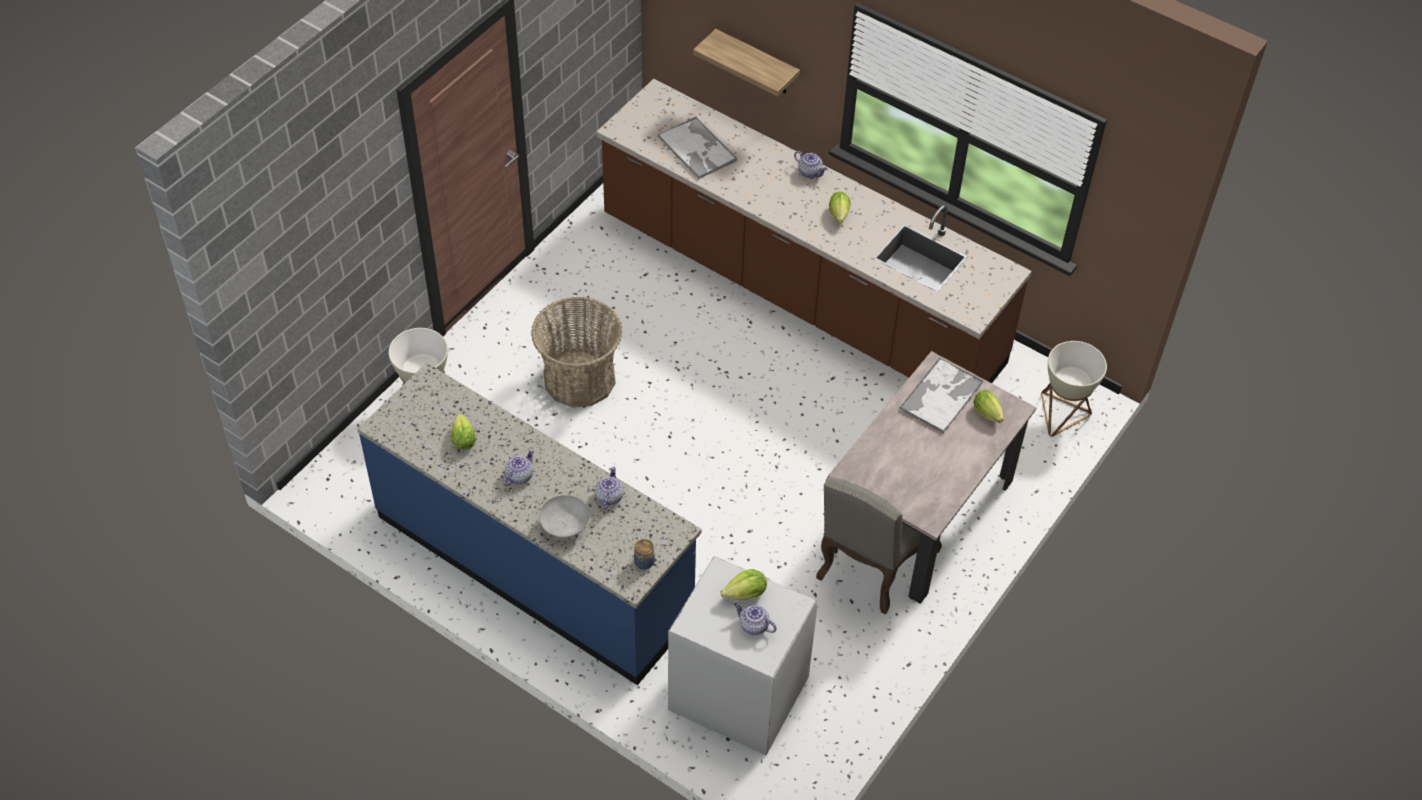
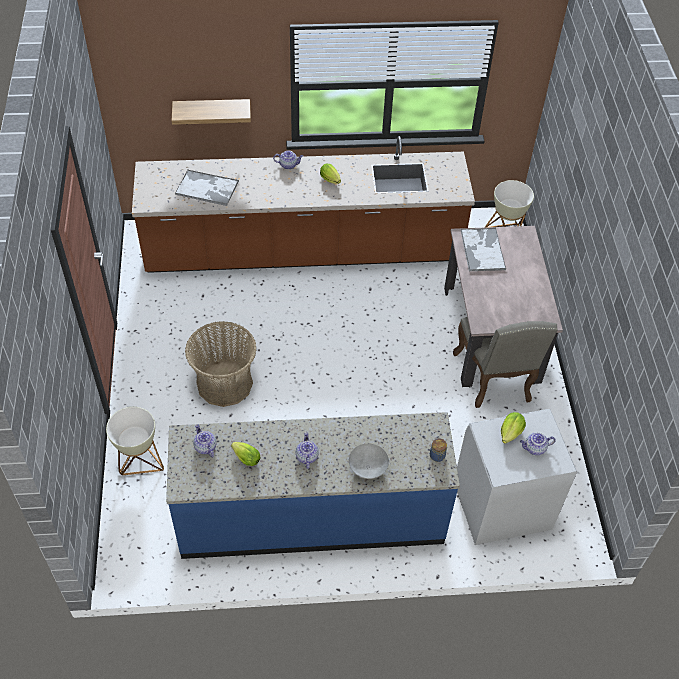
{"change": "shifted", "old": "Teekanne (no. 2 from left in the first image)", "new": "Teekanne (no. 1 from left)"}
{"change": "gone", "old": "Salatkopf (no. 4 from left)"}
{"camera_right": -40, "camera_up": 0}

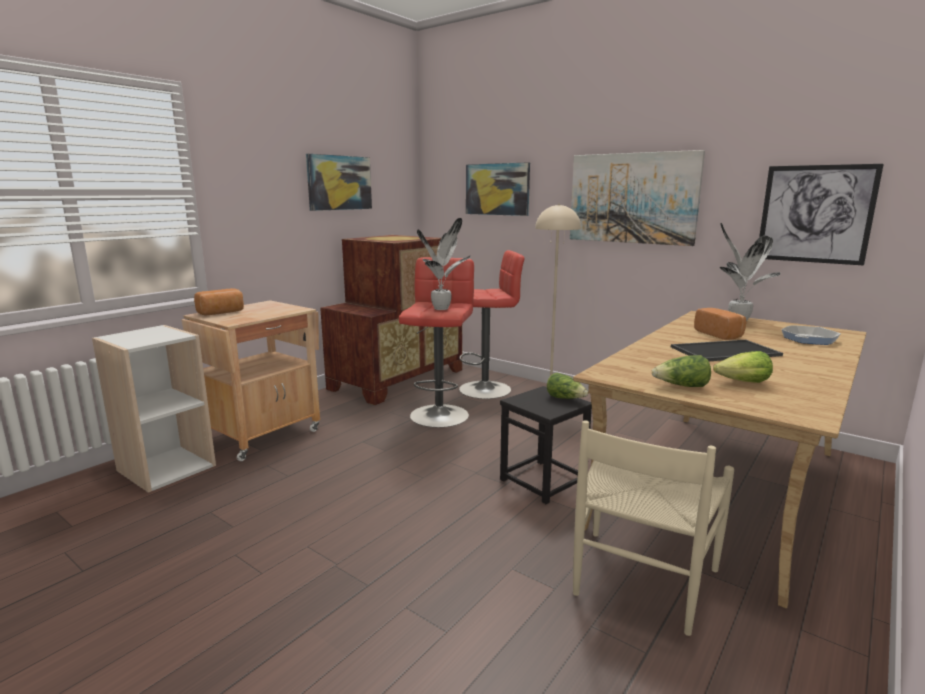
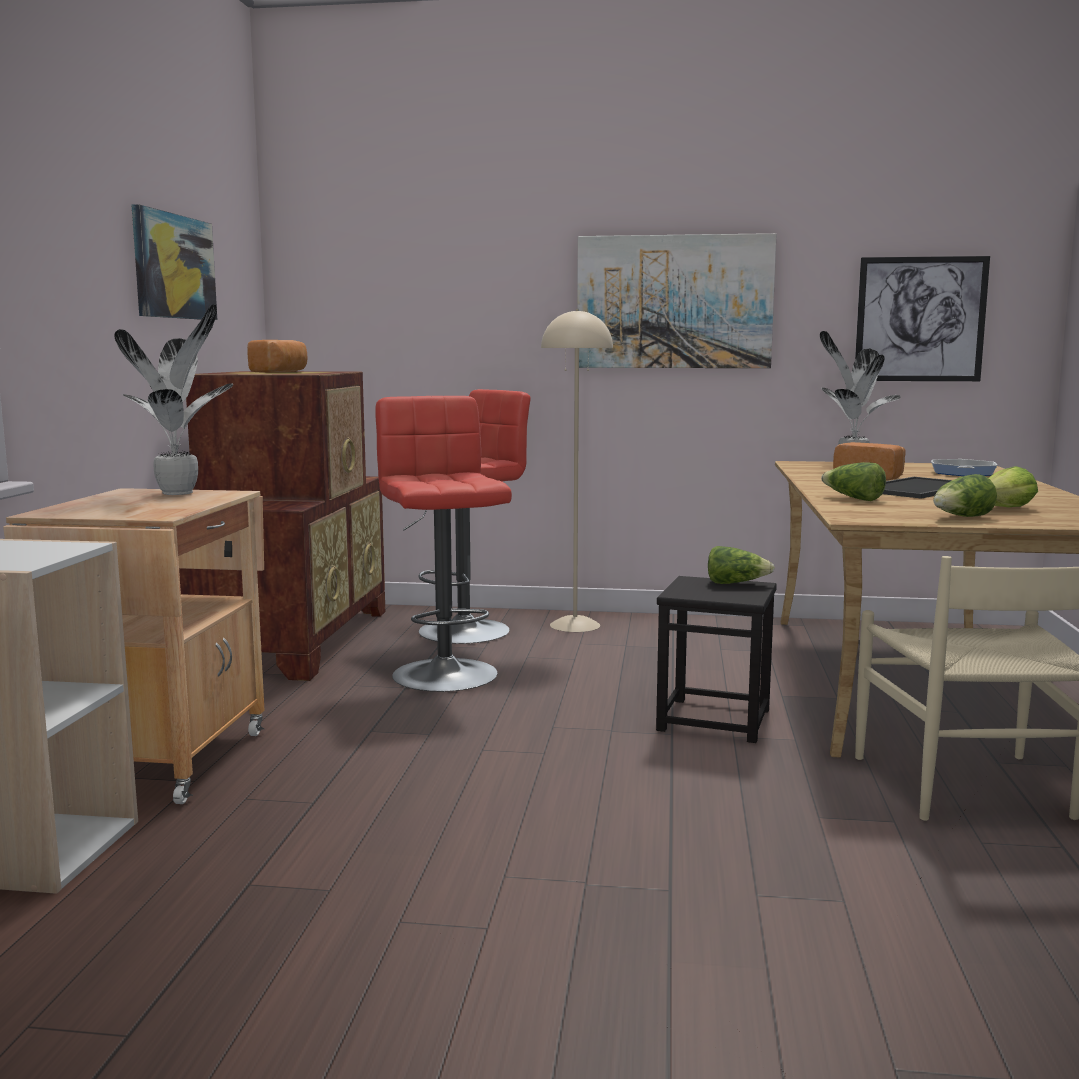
{"change": "shifted", "old": "Topfpflanze (no. 1 from left)"}
{"change": "shifted", "old": "Brot (no. 1 from left)"}
{"change": "new", "new": "Salatkopf (no. 2 from left)"}
{"change": "gone", "old": "Bild (no. 2 from left)"}
{"camera_right": -30, "camera_up": -5}

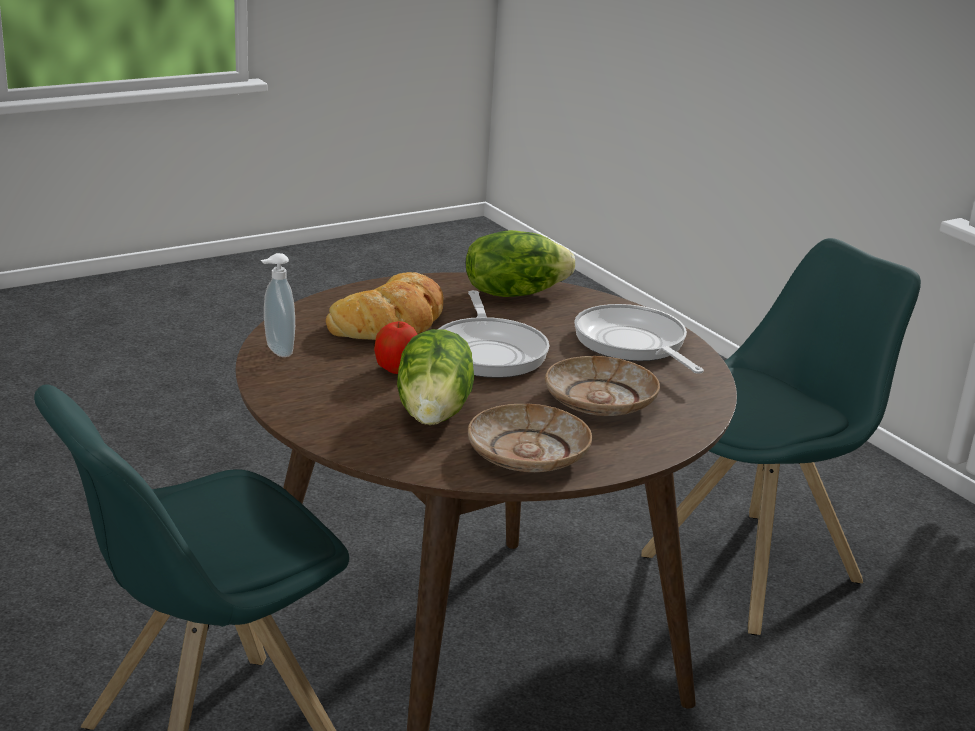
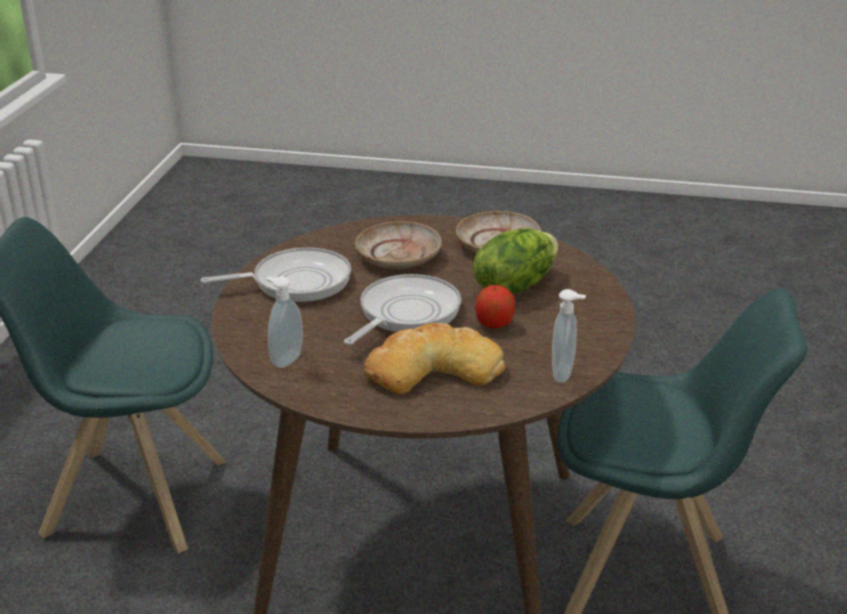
{"change": "rotated", "old": "Pfanne (no. 2 from left in the first image)", "degrees": -120}
{"change": "swapped", "old": "Salatkopf (no. 2 from left)", "new": "Seifenspender (no. 1 from left)"}
{"camera_right": -135, "camera_up": 5}

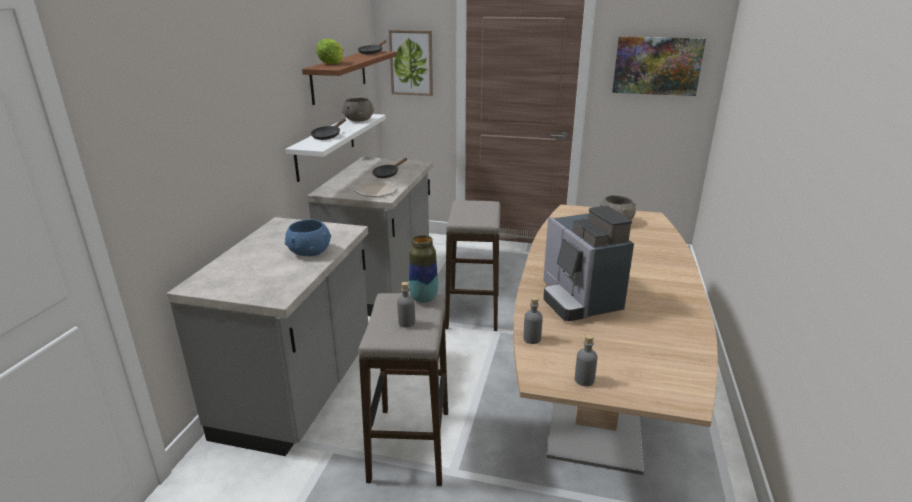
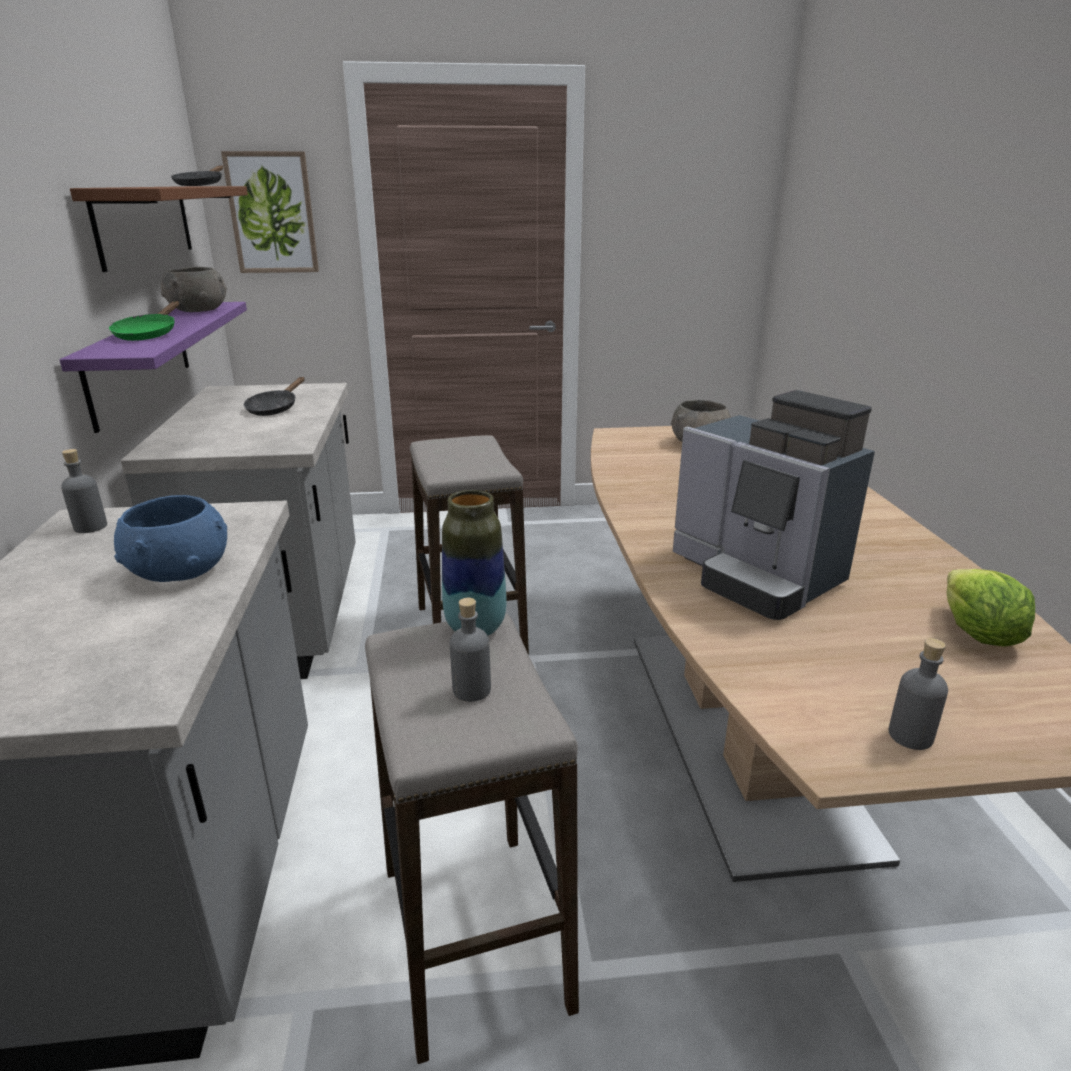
{"change": "repainted", "old": "Wandregal/weiß", "new": "Wandregal/lila"}
{"change": "shifted", "old": "Flasche/grau (no. 2 from left in the first image)", "new": "Flasche/grau (no. 1 from left)"}
{"change": "repainted", "old": "Pfanne/schwarz (no. 1 from left)", "new": "Pfanne/grün"}
{"change": "shifted", "old": "Salatkopf"}
{"change": "gone", "old": "Teller"}
{"change": "gone", "old": "Bild (no. 2 from left)"}
{"camera_right": -20, "camera_up": 0}

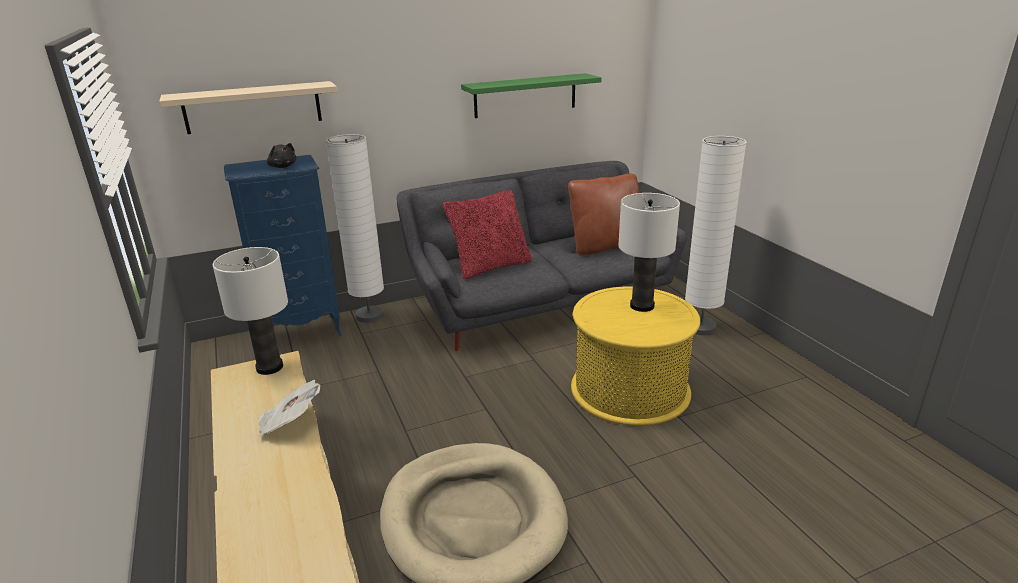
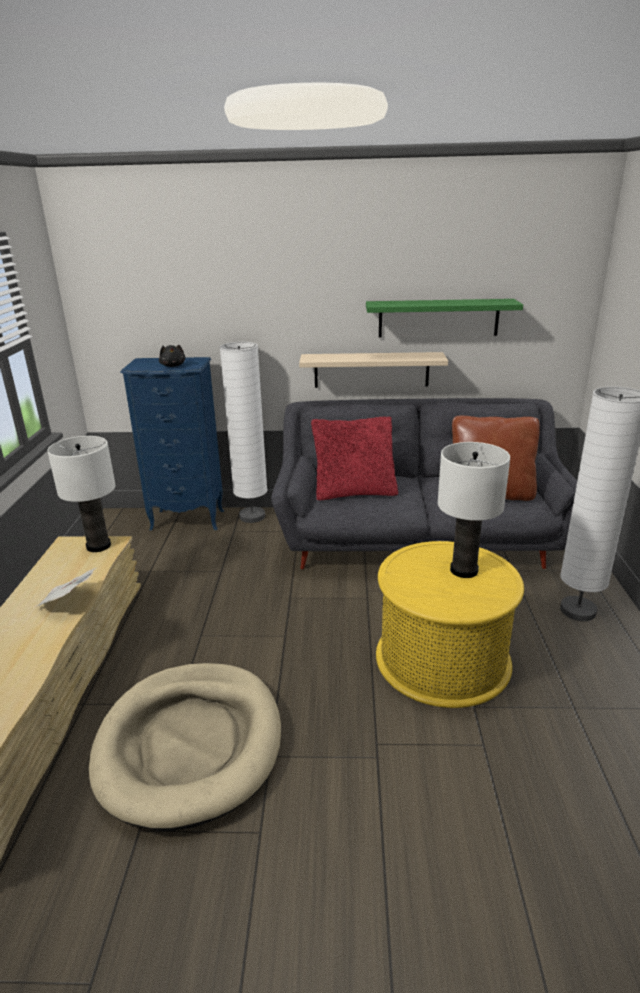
{"change": "shifted", "old": "Wandregal/beige"}
{"camera_right": 25, "camera_up": 0}

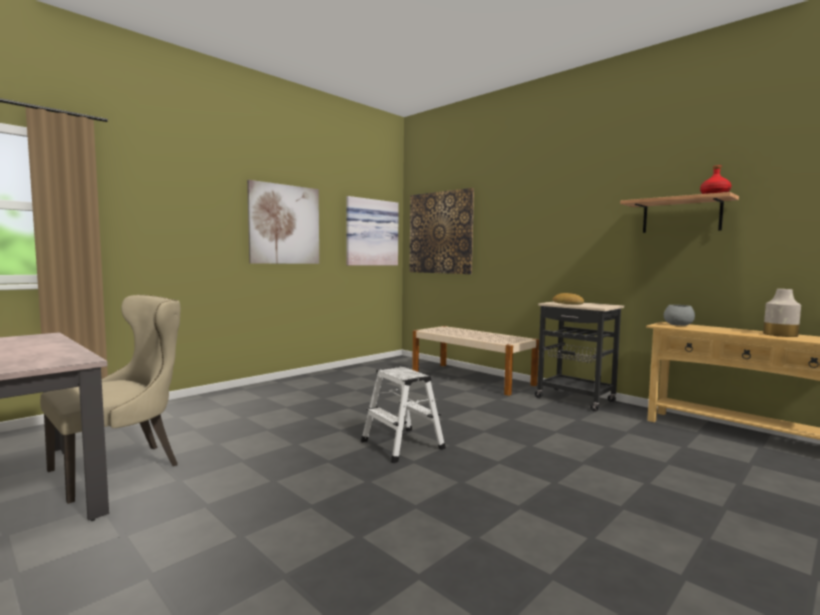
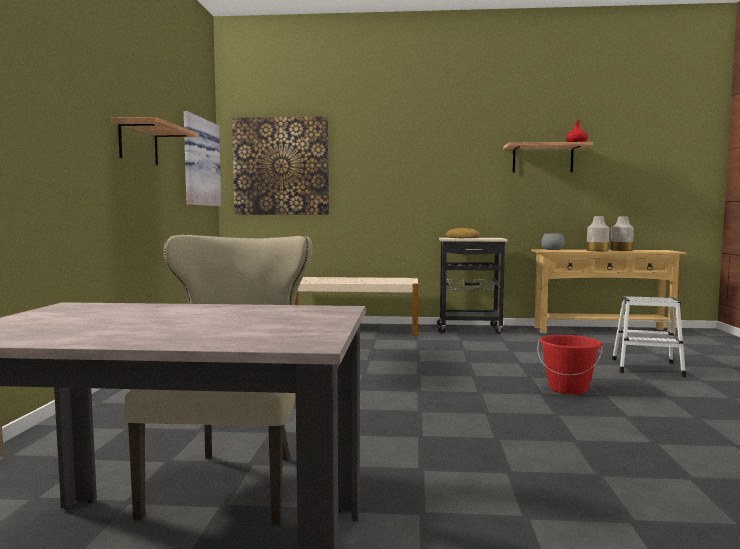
{"change": "swapped", "old": "Bild (no. 1 from left)", "new": "Wandregal (no. 1 from left)"}
{"change": "new", "new": "Eimer/rot"}
{"change": "new", "new": "Vase/beige (no. 1 from left)"}
{"change": "shifted", "old": "Trittleiter/weiß"}
{"camera_right": -40, "camera_up": 0}

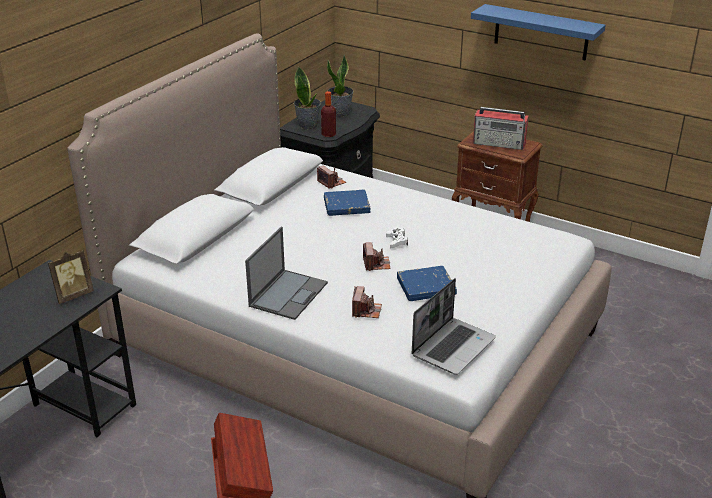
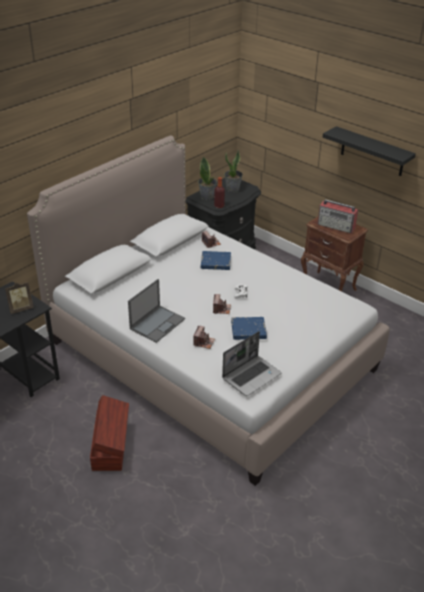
{"change": "repainted", "old": "Wandregal/blau", "new": "Wandregal/schwarz"}
{"camera_right": 10, "camera_up": 5}

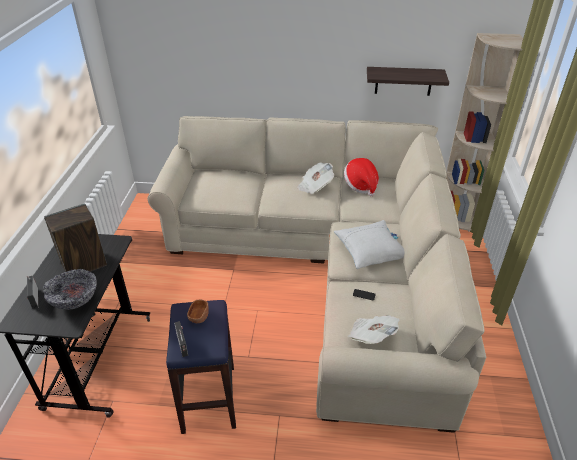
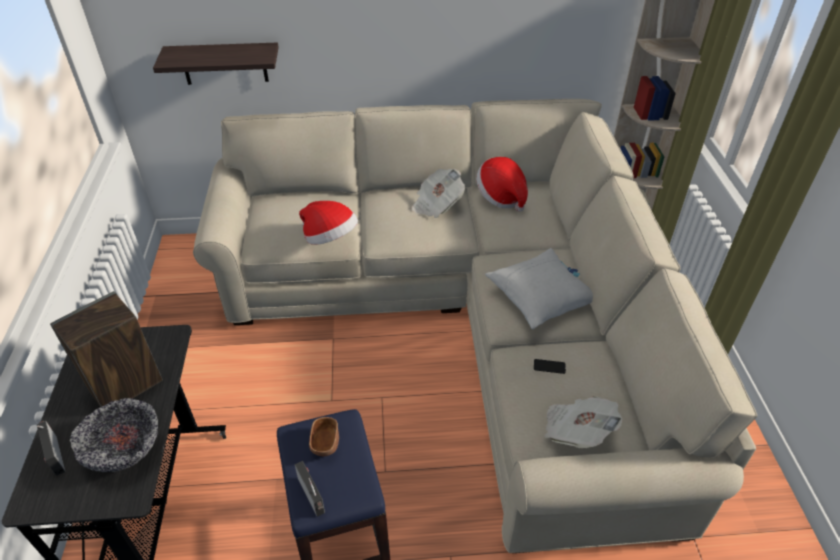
{"change": "shifted", "old": "Wandregal"}
{"change": "new", "new": "Hut (no. 1 from left)"}
{"camera_right": -10, "camera_up": 5}

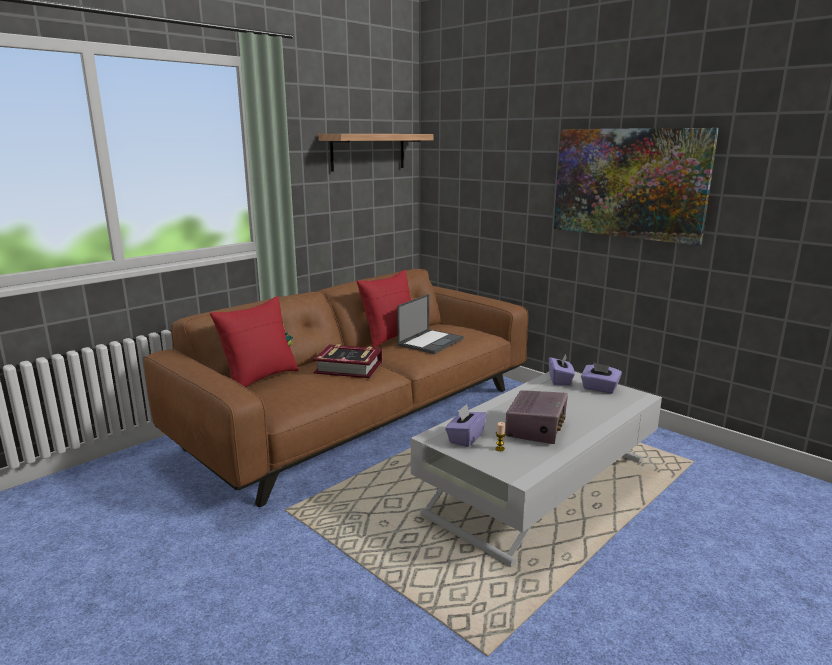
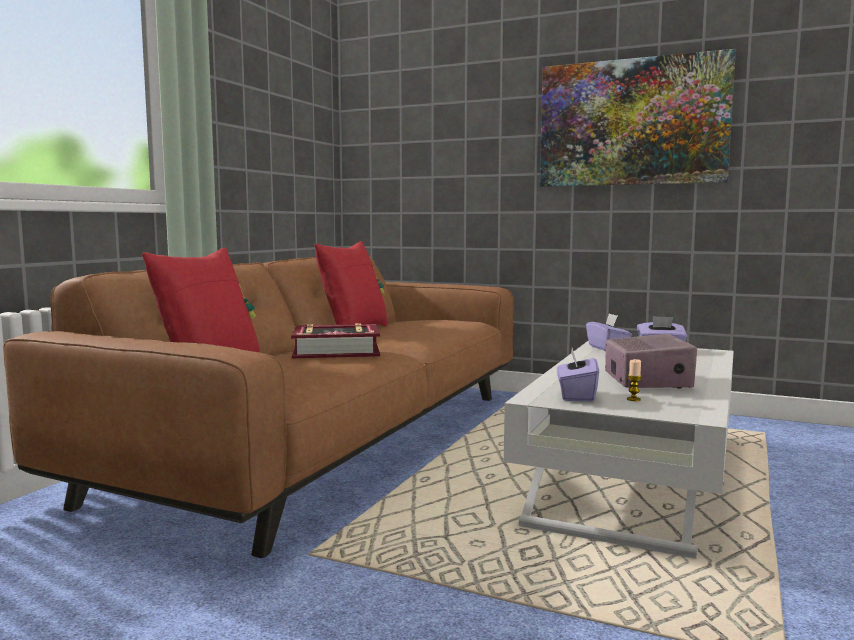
{"change": "gone", "old": "Wandregal"}
{"change": "gone", "old": "Laptop"}
{"camera_right": -20, "camera_up": -10}

